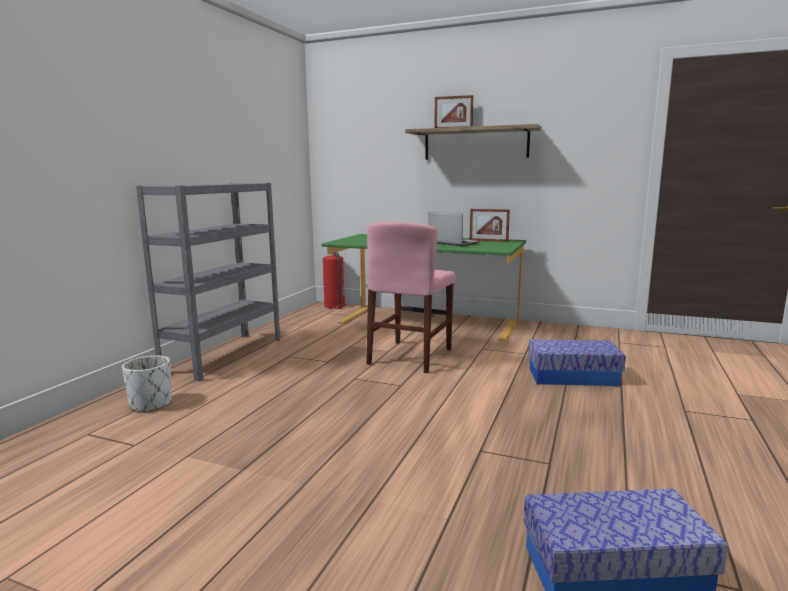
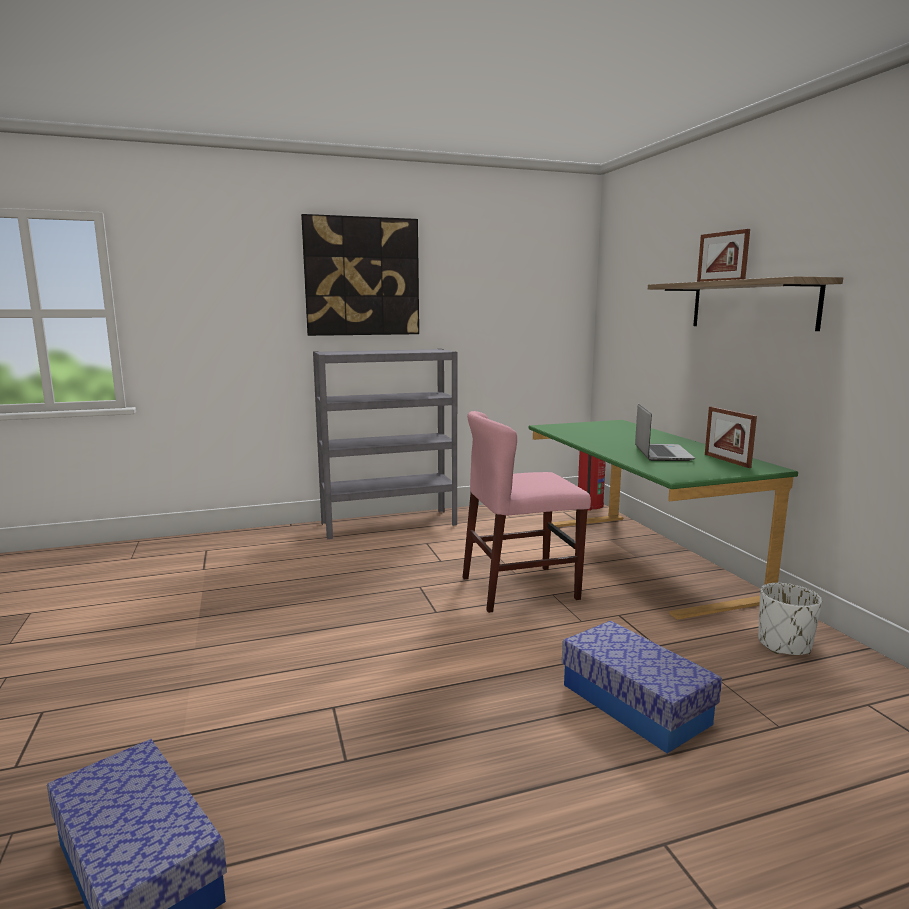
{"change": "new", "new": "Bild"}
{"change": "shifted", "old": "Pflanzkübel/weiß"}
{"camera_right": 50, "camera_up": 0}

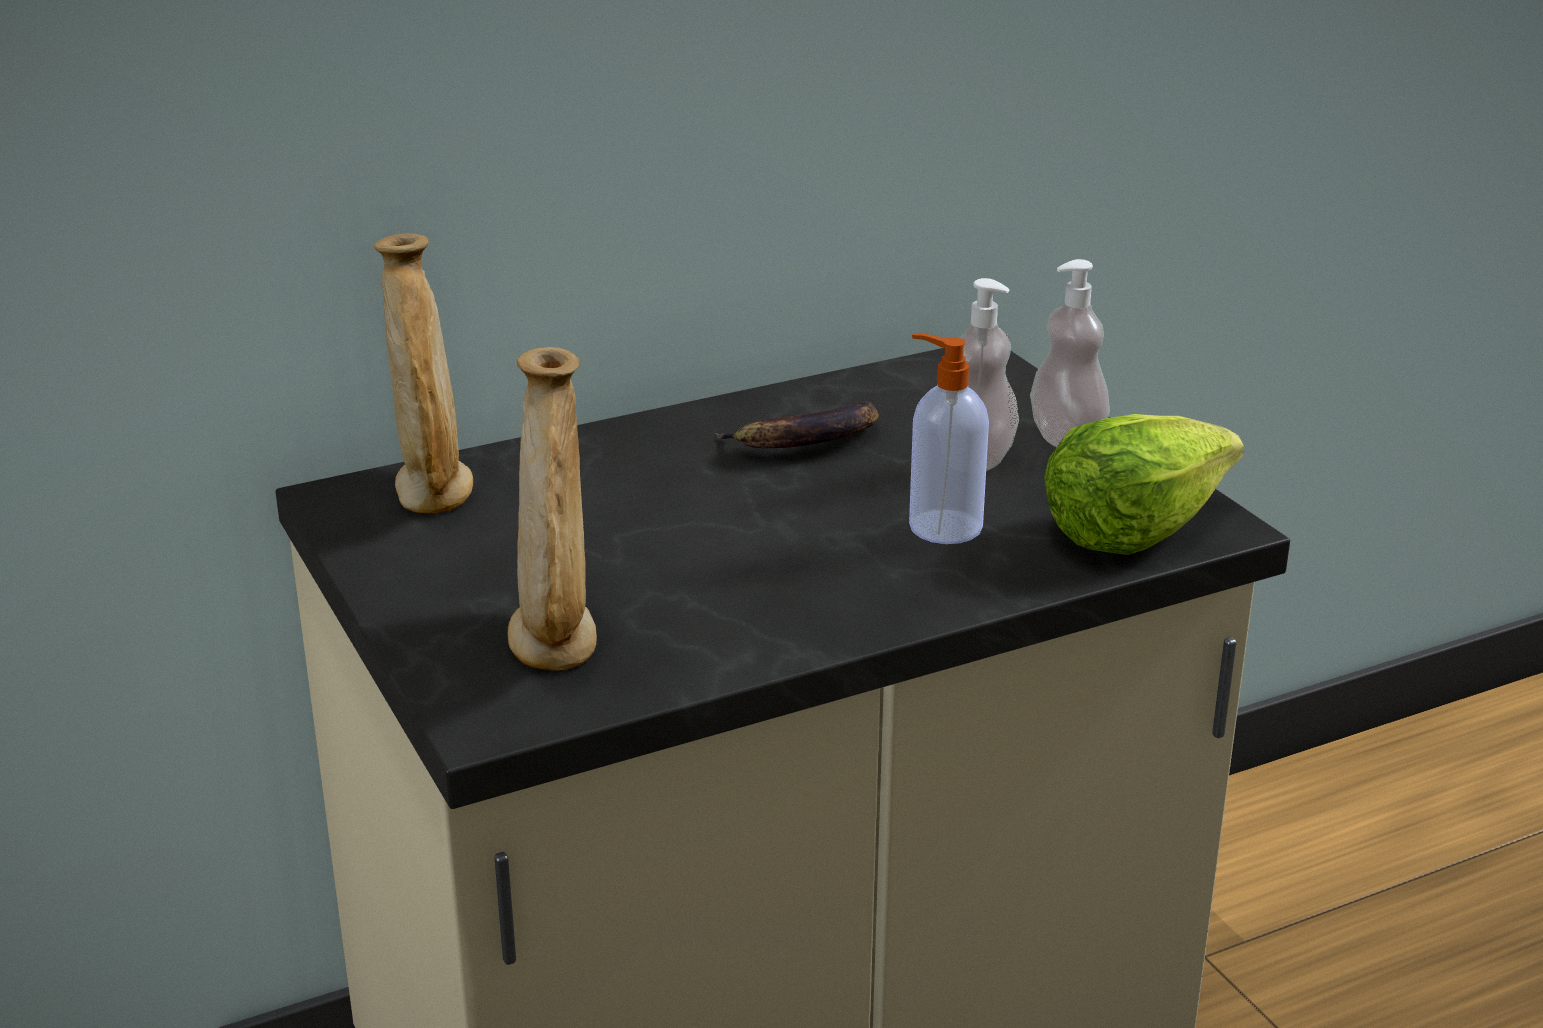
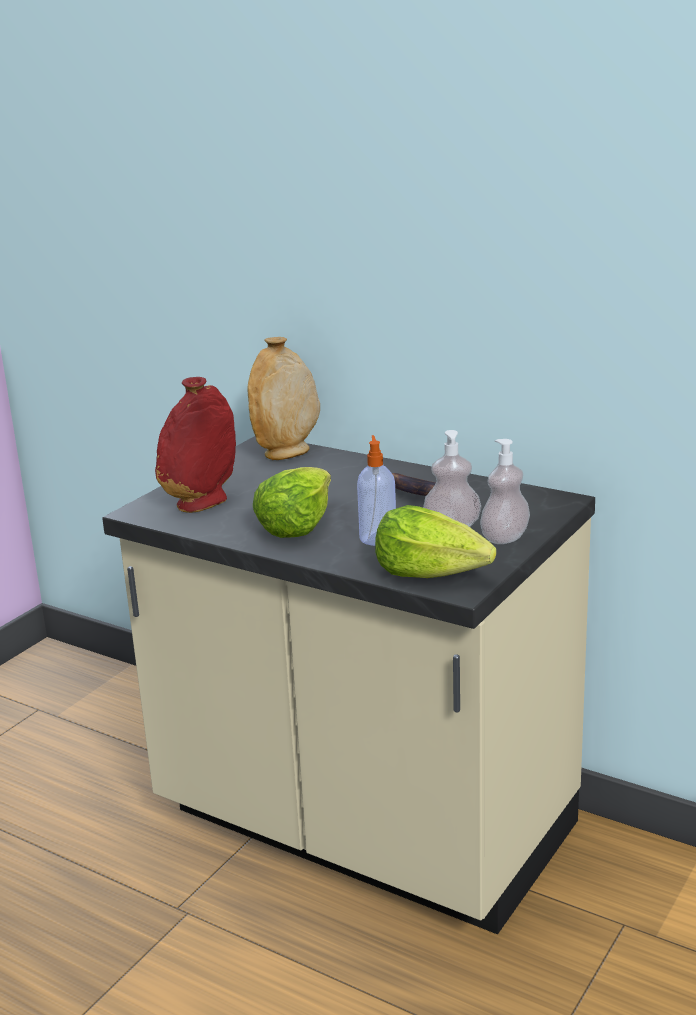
{"change": "repainted", "old": "Vase/beige (no. 2 from left)", "new": "Vase/rot"}
{"change": "new", "new": "Salatkopf (no. 1 from left)"}
{"camera_right": 60, "camera_up": -5}

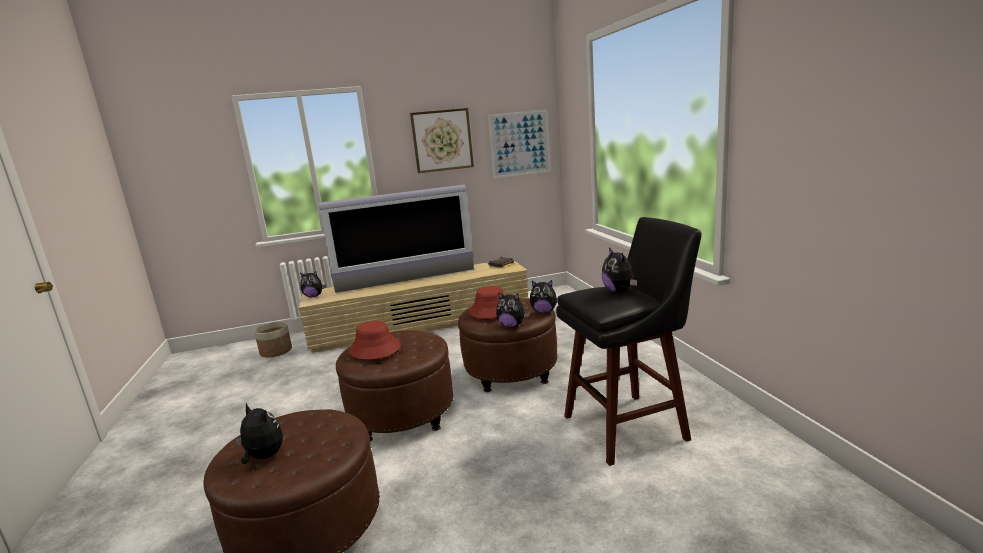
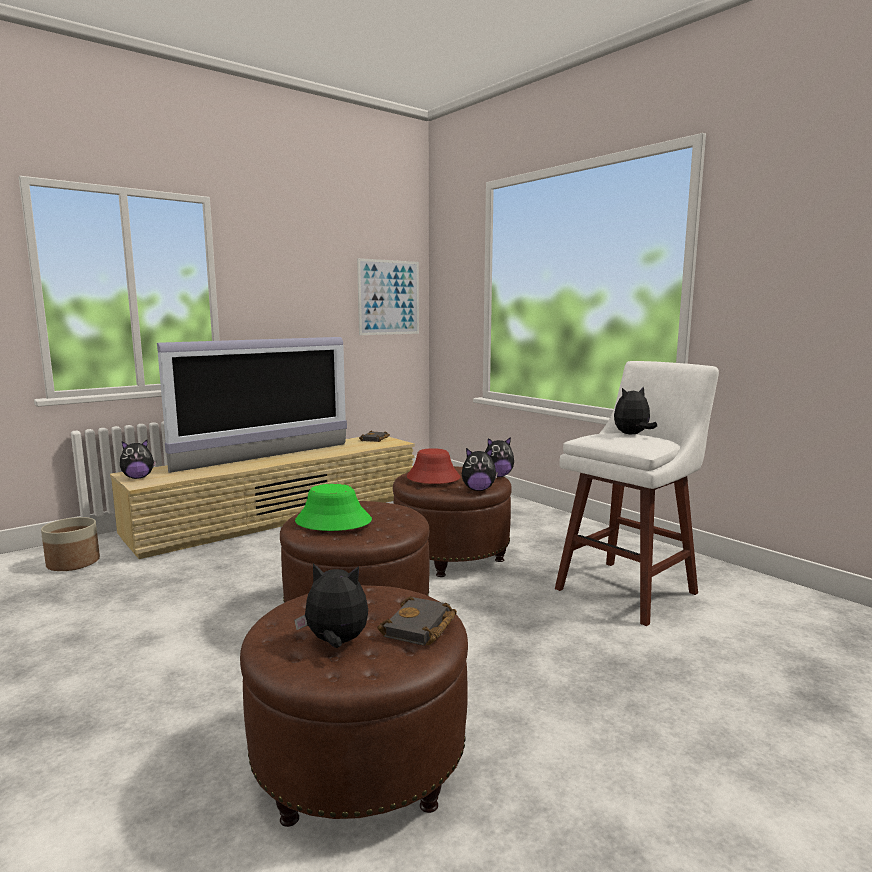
{"change": "repainted", "old": "Hut/rot (no. 1 from left)", "new": "Hut/grün"}
{"change": "new", "new": "Buch/schwarz (no. 2 from left)"}
{"change": "repainted", "old": "Hocker/schwarz", "new": "Hocker/weiß"}
{"change": "rotated", "old": "Plüschtier (no. 5 from left)", "degrees": 105}
{"change": "gone", "old": "Bild (no. 1 from left)"}
{"camera_right": -25, "camera_up": -5}

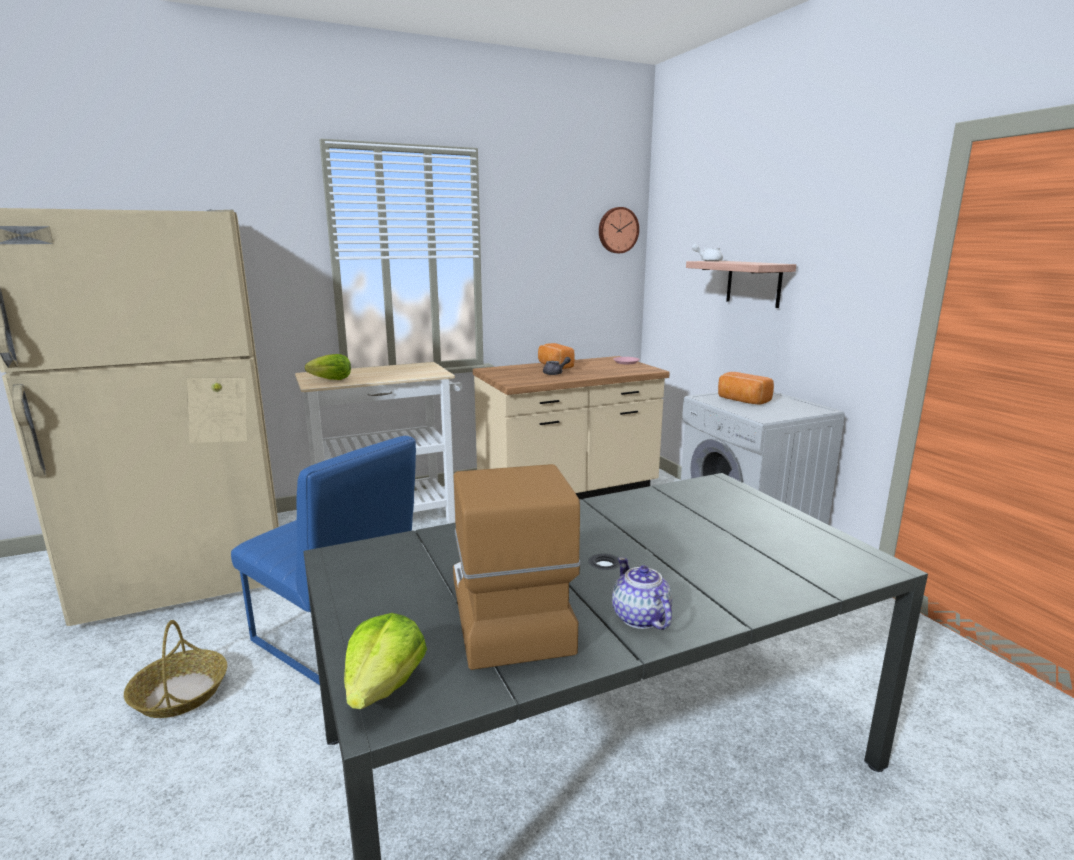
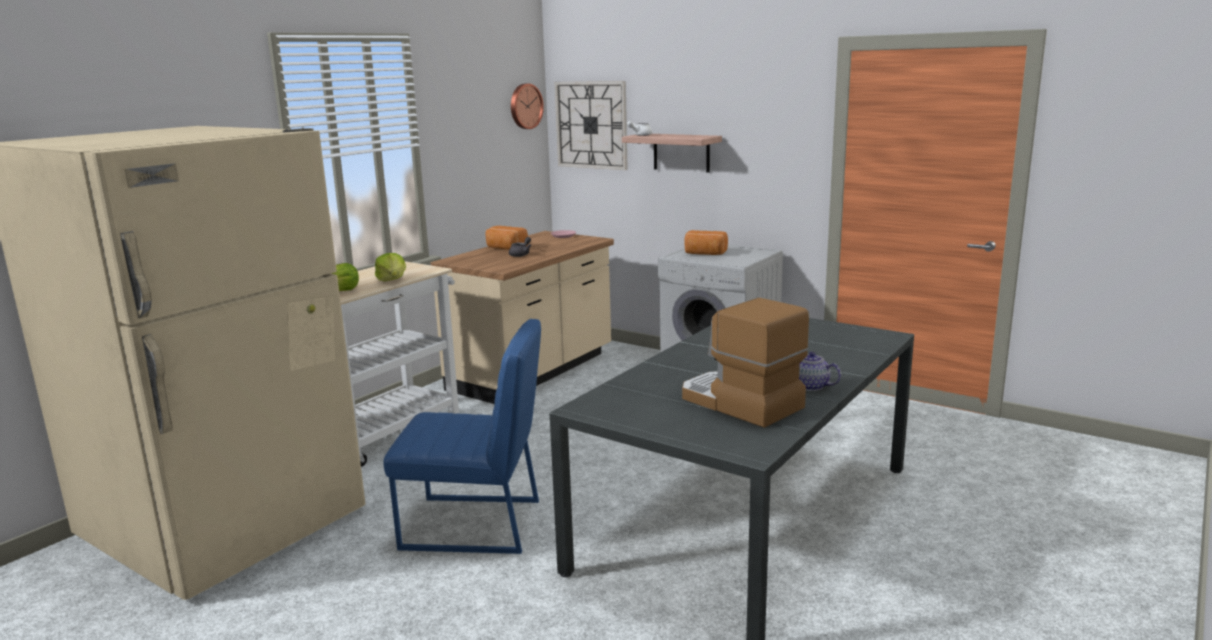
{"change": "shifted", "old": "Salatkopf (no. 2 from left)"}
{"change": "new", "new": "Wanduhr (no. 2 from left)"}
{"change": "gone", "old": "Korb"}
{"camera_right": -30, "camera_up": 0}

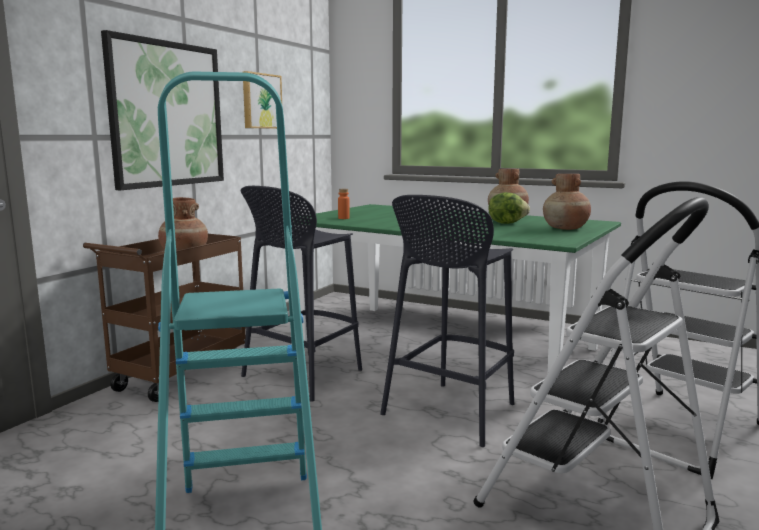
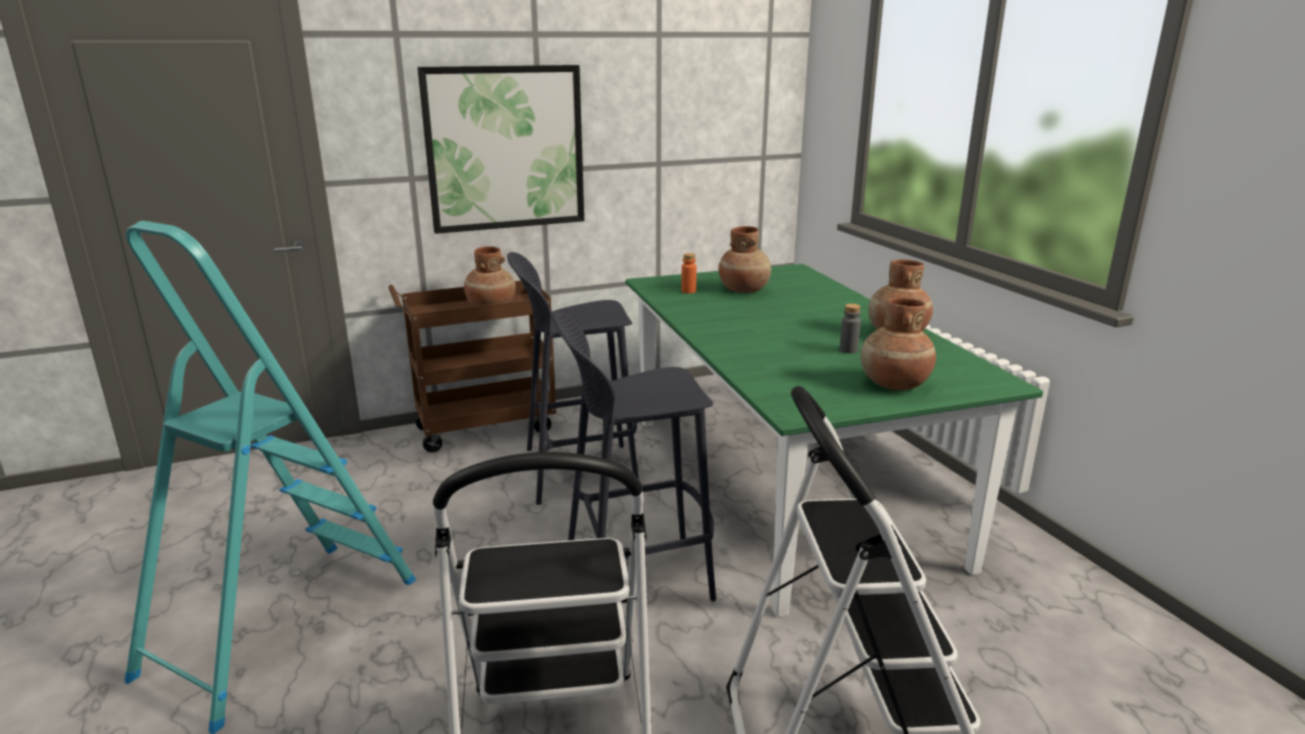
{"change": "new", "new": "Vase/braun (no. 2 from left)"}
{"change": "swapped", "old": "Salatkopf", "new": "Flasche/grau"}
{"change": "gone", "old": "Bild (no. 2 from left)"}
{"camera_right": 40, "camera_up": 10}

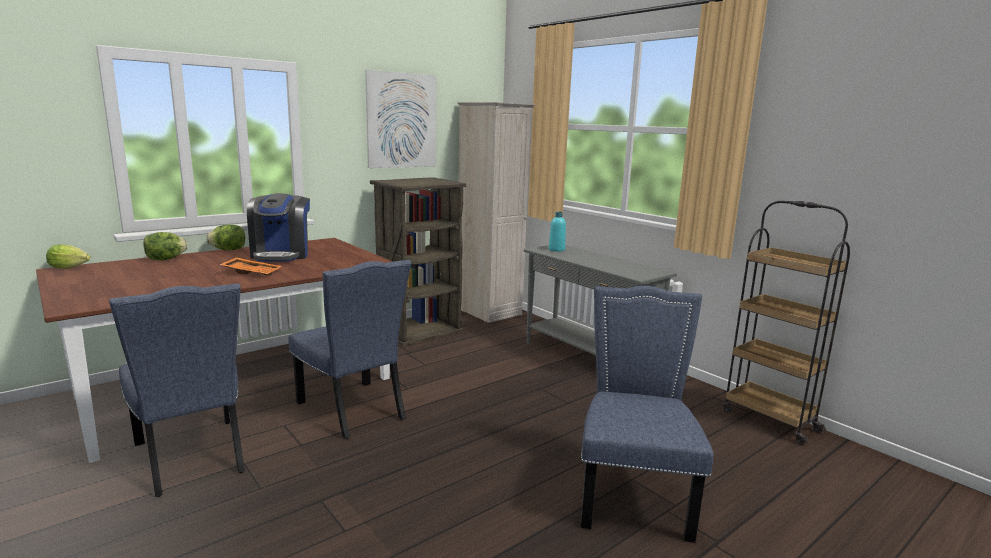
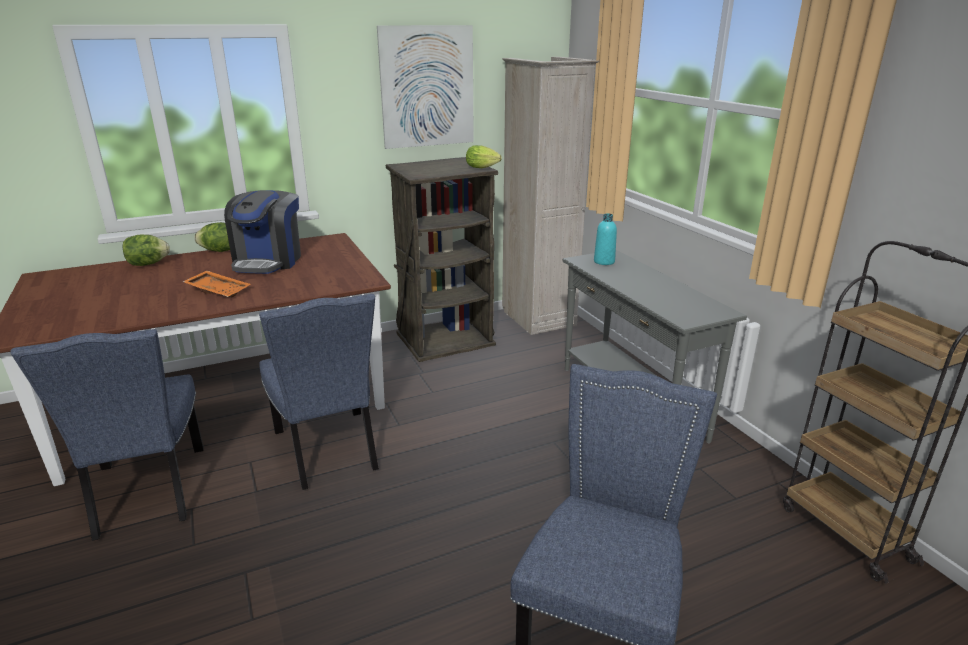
{"change": "shifted", "old": "Salatkopf (no. 1 from left in the first image)", "new": "Salatkopf (no. 3 from left)"}
{"camera_right": 15, "camera_up": 10}

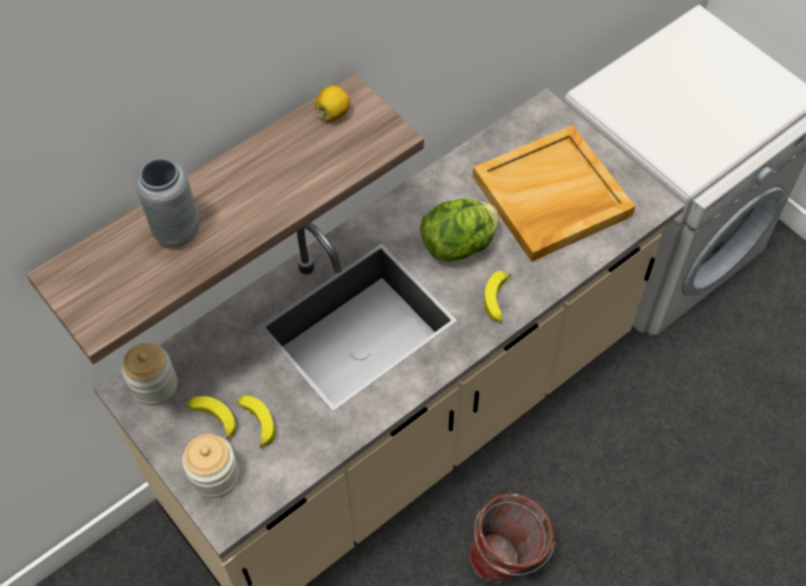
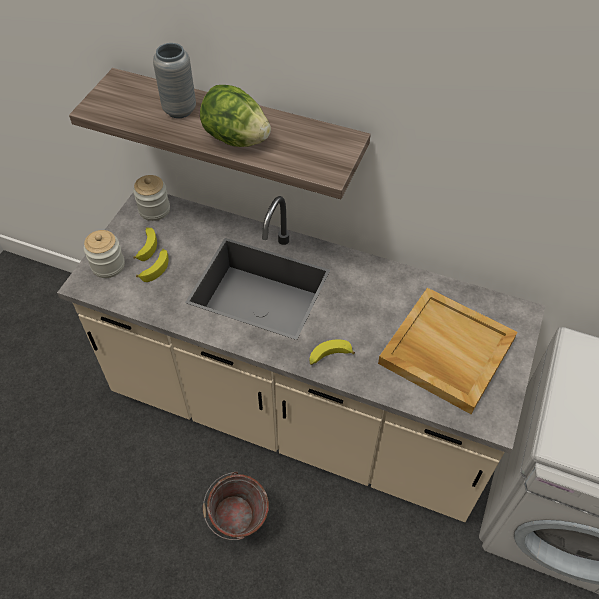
{"change": "shifted", "old": "Salatkopf"}
{"change": "gone", "old": "Zitrone"}
{"camera_right": 60, "camera_up": -5}

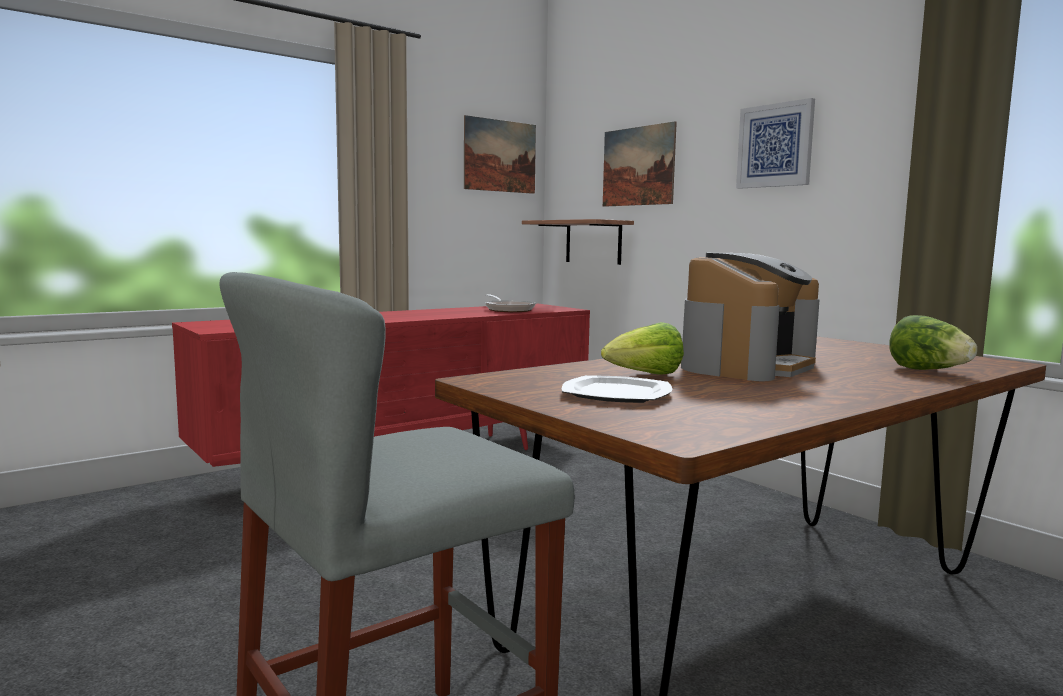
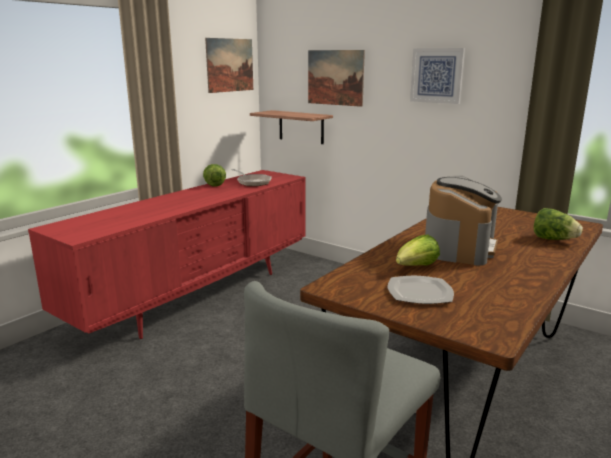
{"change": "new", "new": "Salatkopf (no. 1 from left)"}
{"camera_right": -15, "camera_up": 10}

